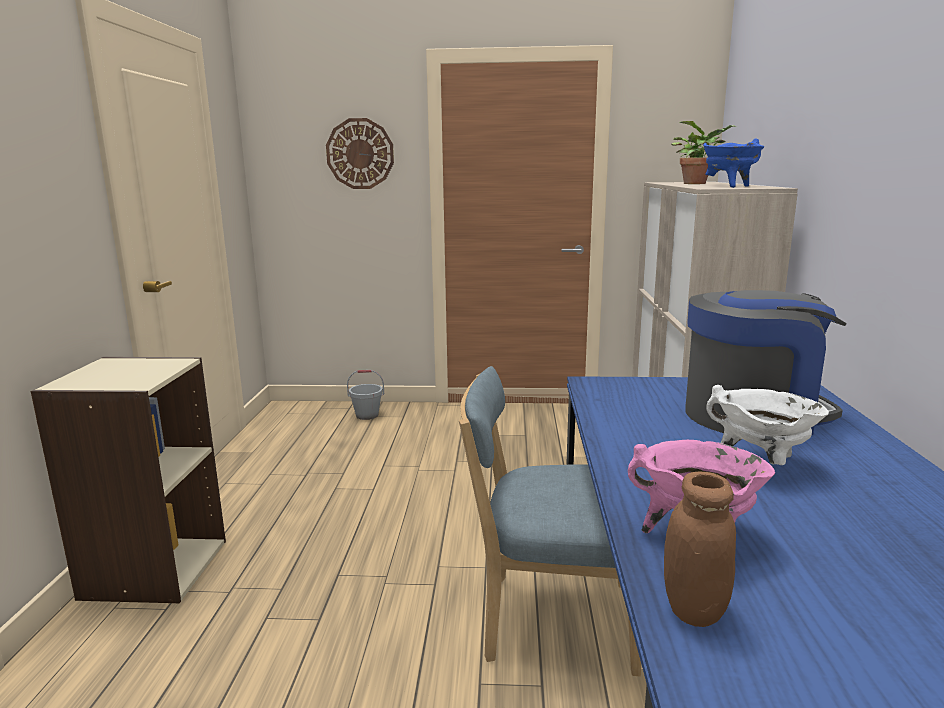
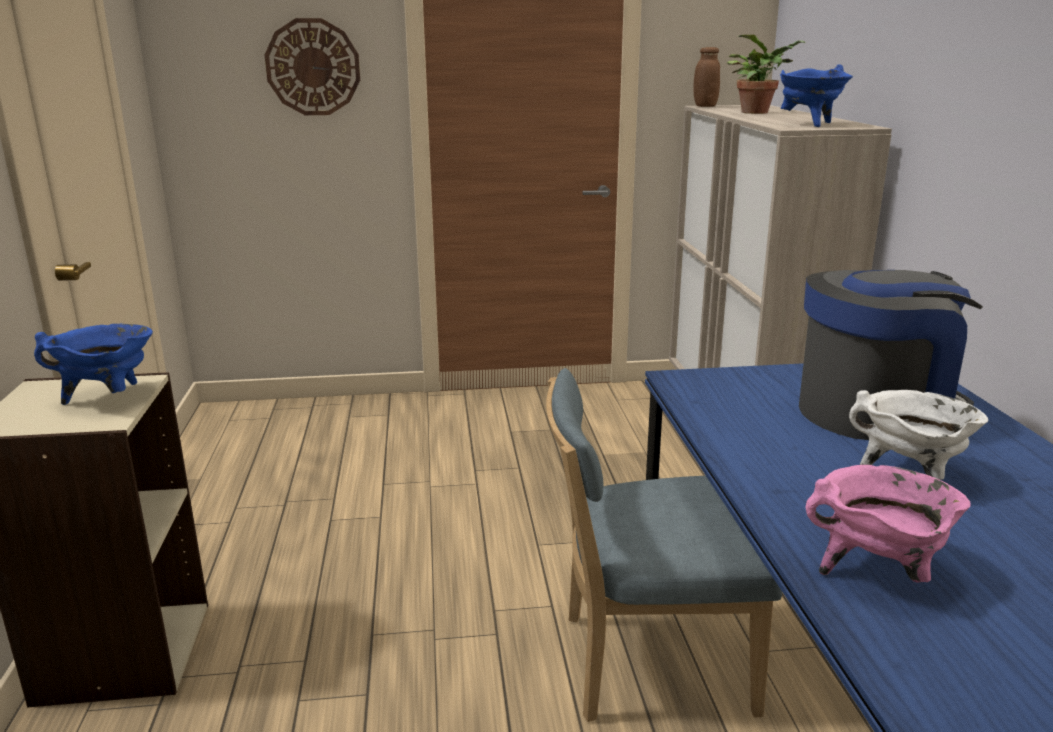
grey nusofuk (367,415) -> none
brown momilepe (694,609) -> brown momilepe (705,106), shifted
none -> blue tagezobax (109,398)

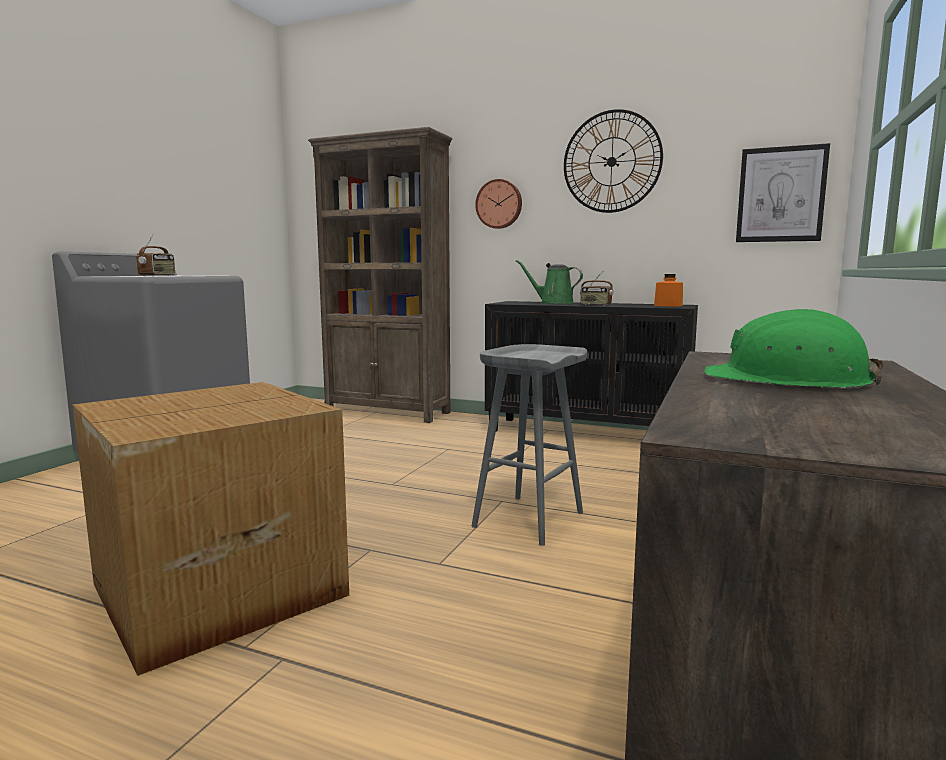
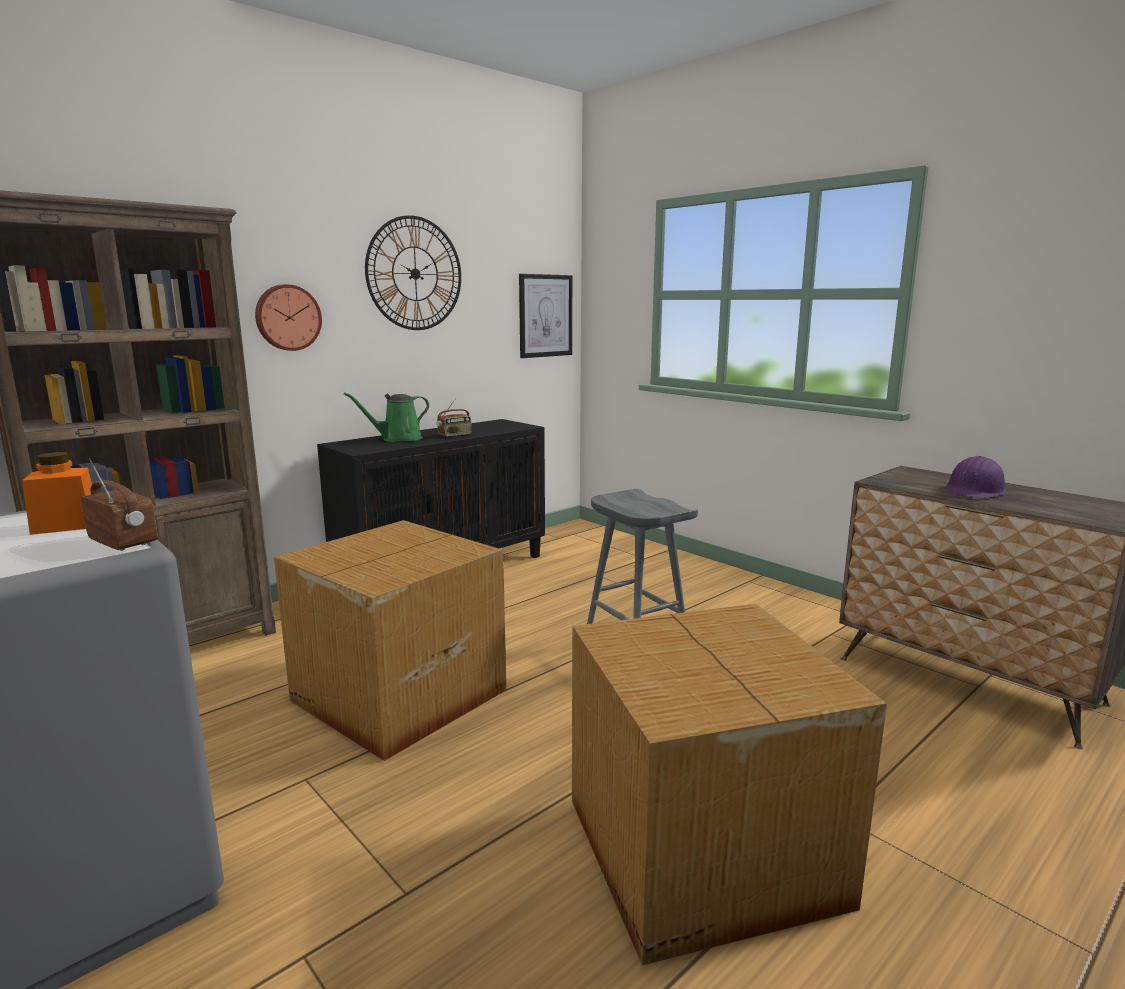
orange momilepe (668,305) -> orange momilepe (65,525), shifted
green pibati (787,380) -> purple pibati (974,490)
none -> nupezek (395,695)

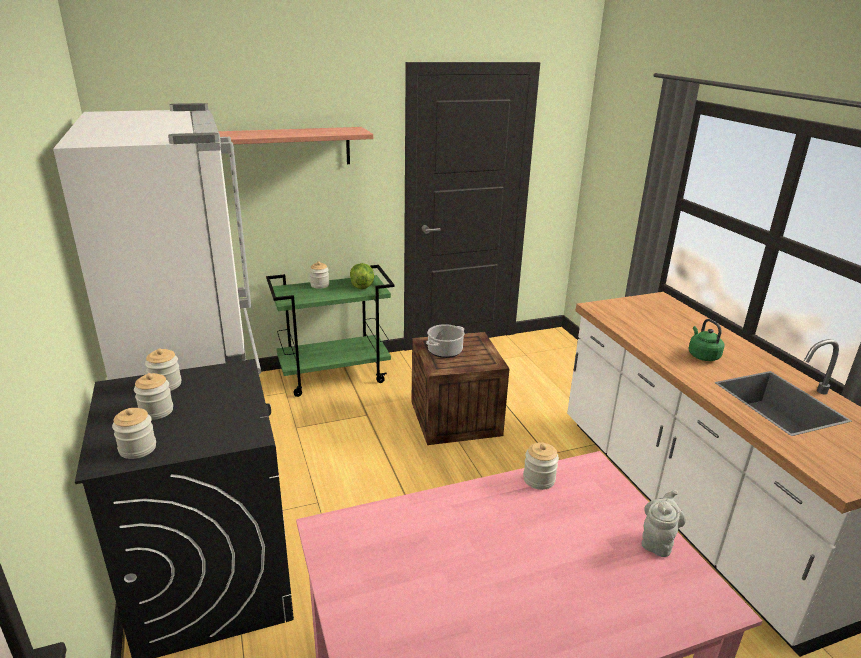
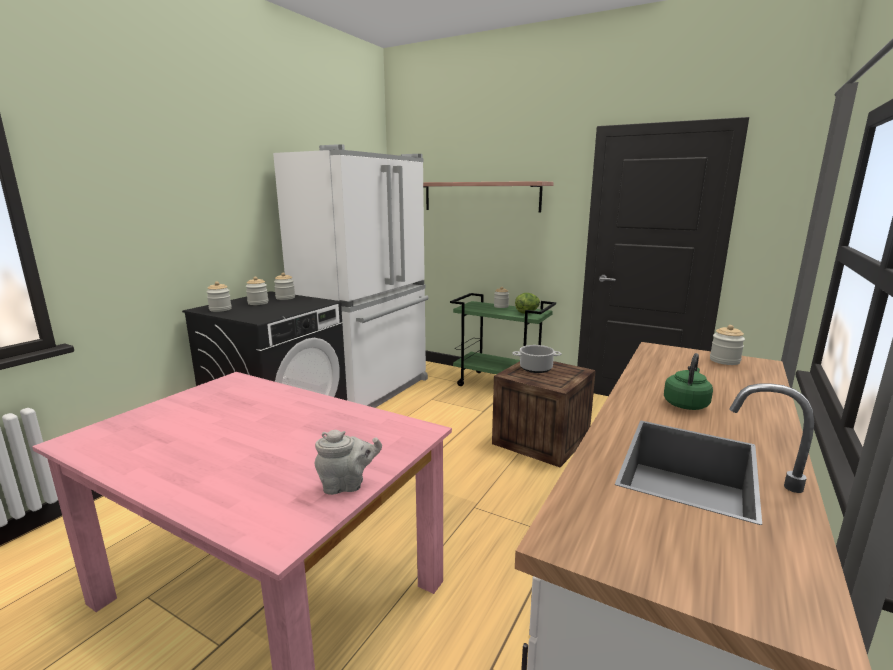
momilepe (539,479) -> momilepe (724,361), shifted

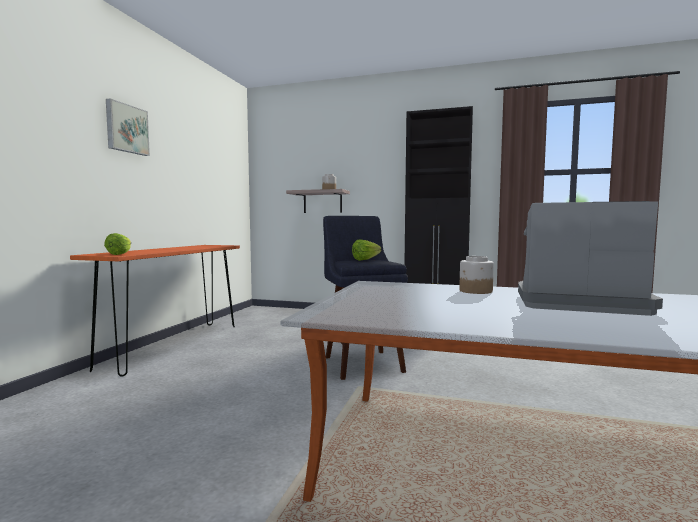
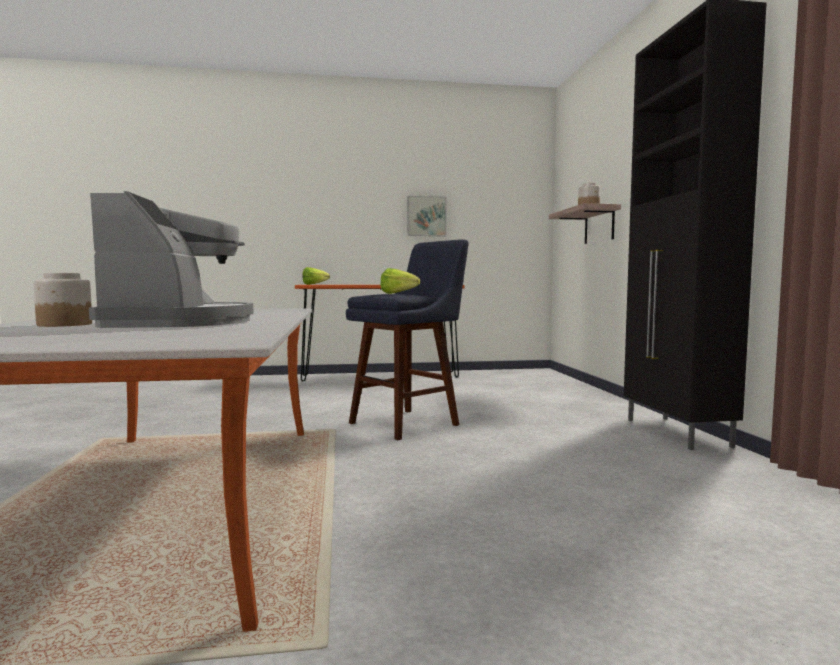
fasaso (126,129) -> fasaso (426,216), shifted
momilepe (475,291) -> momilepe (64,324), shifted

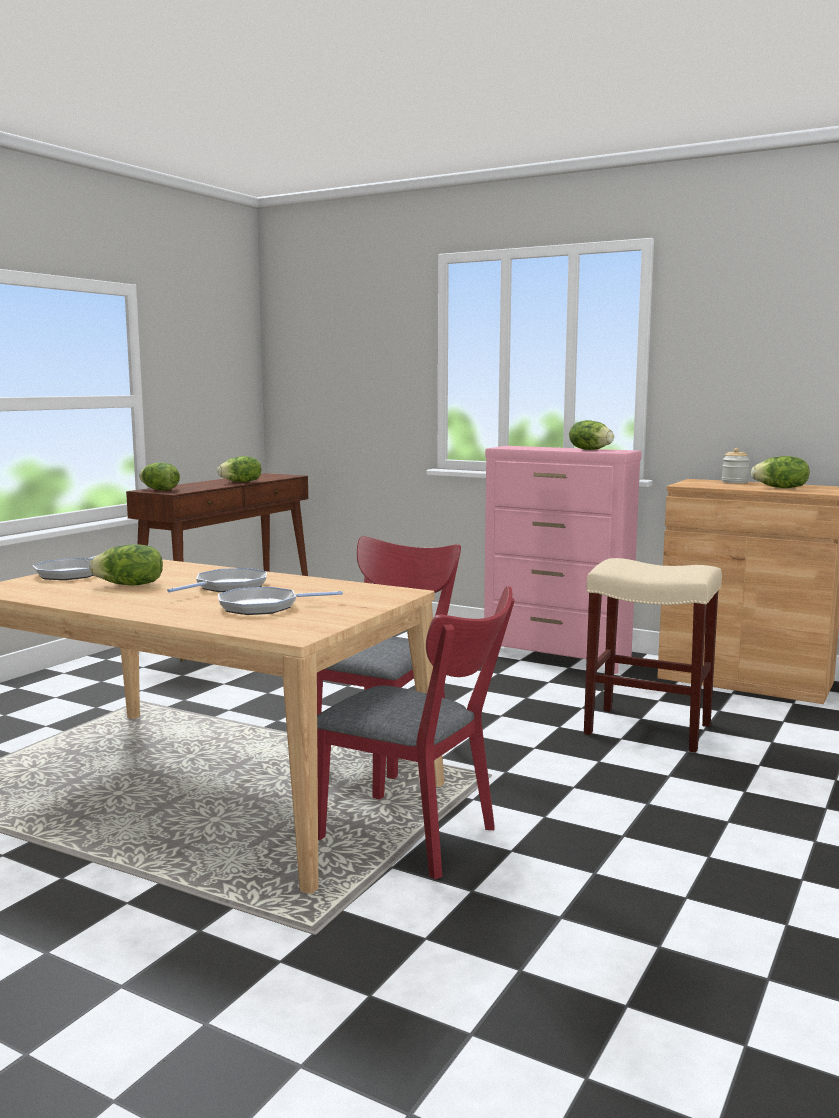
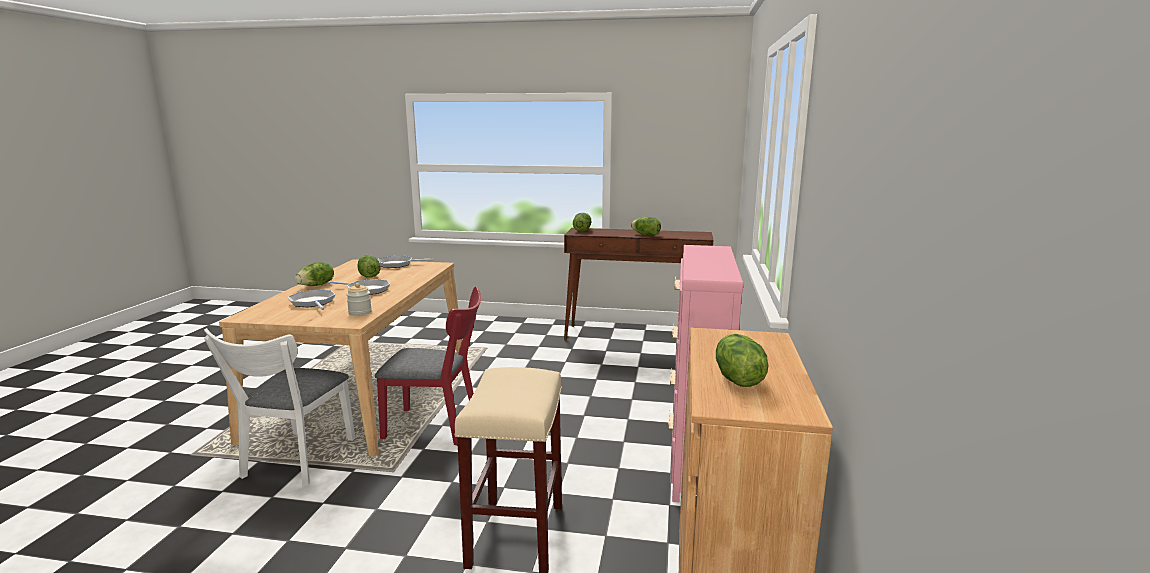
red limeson (417,837) -> white limeson (295,462)
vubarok (590,450) -> vubarok (317,285), shifted
momilepe (734,482) -> momilepe (360,312), shifted

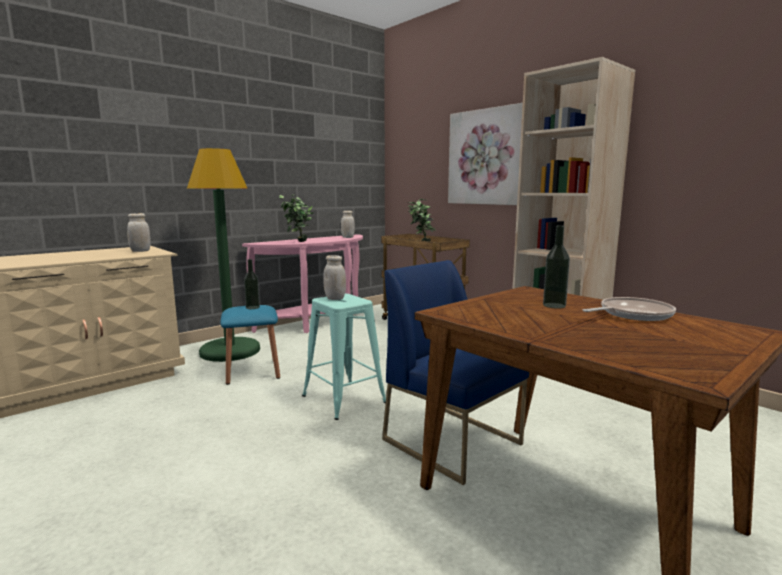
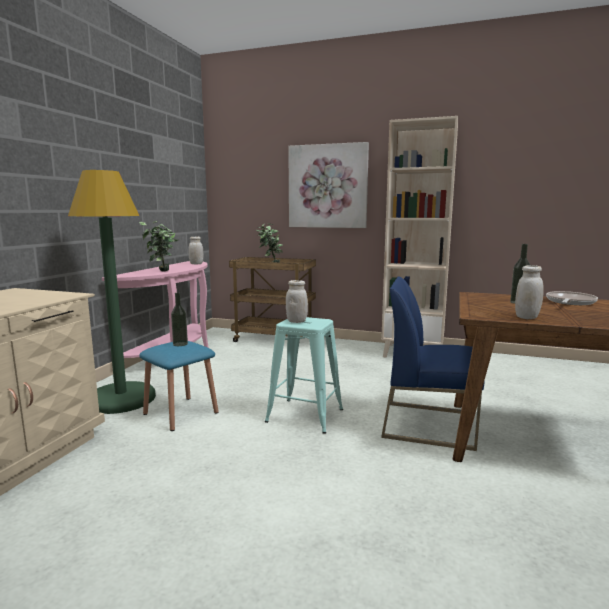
white momilepe (140,251) -> white momilepe (527,317), shifted

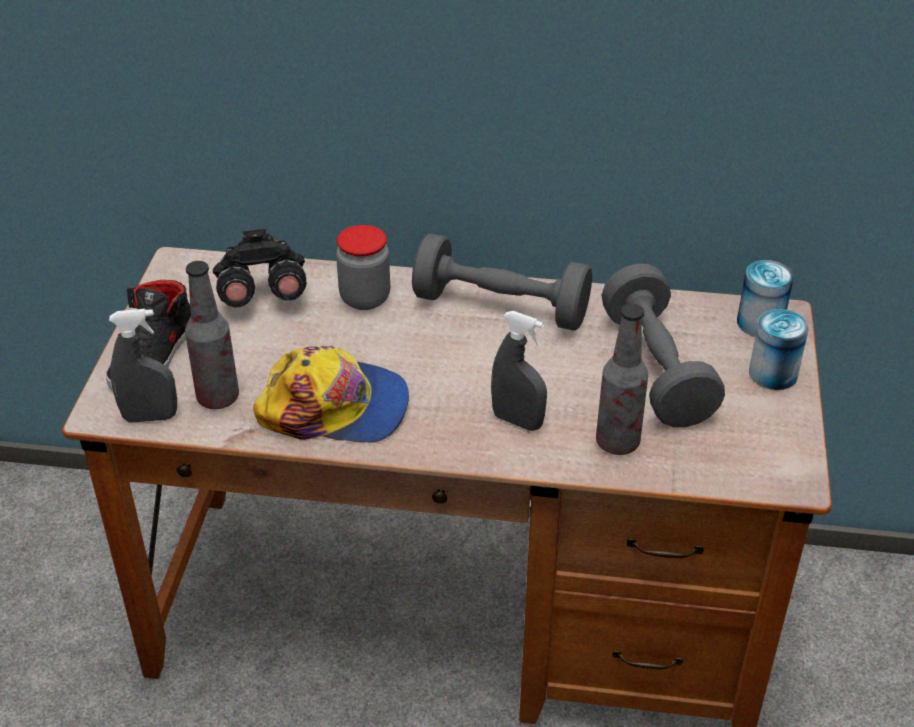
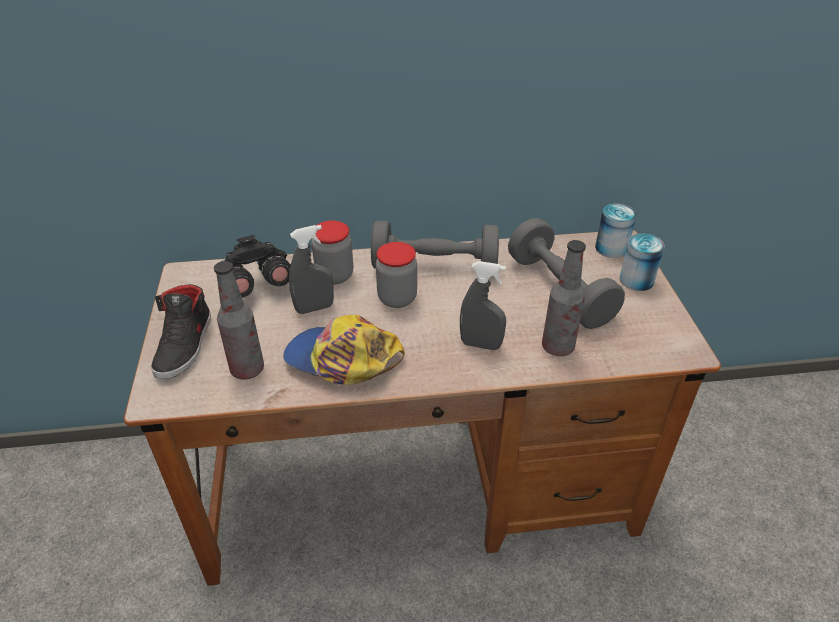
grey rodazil (150,417) -> grey rodazil (314,308), shifted
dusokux (335,407) -> dusokux (342,360), 150 degrees counterclockwise
none -> momilepe (397,298)

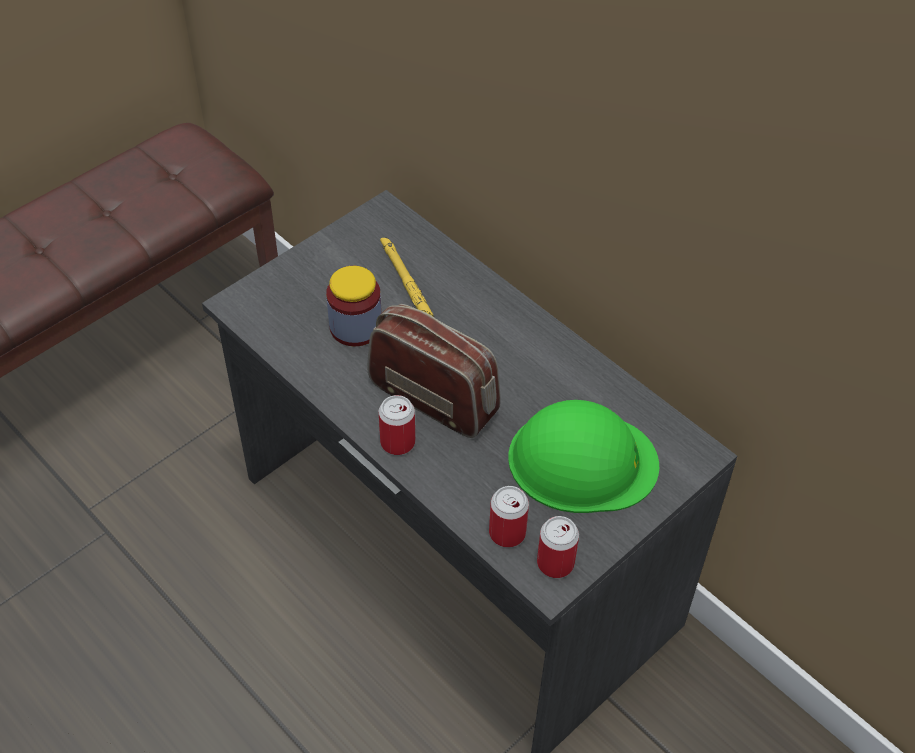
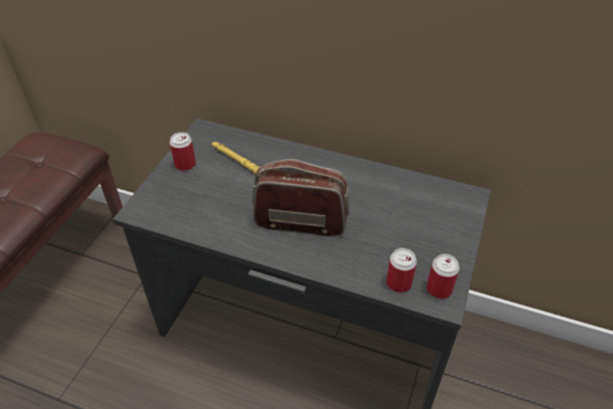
momilepe (355,327) -> none
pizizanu (397,442) -> pizizanu (185,164), shifted
green pibati (581,461) -> none

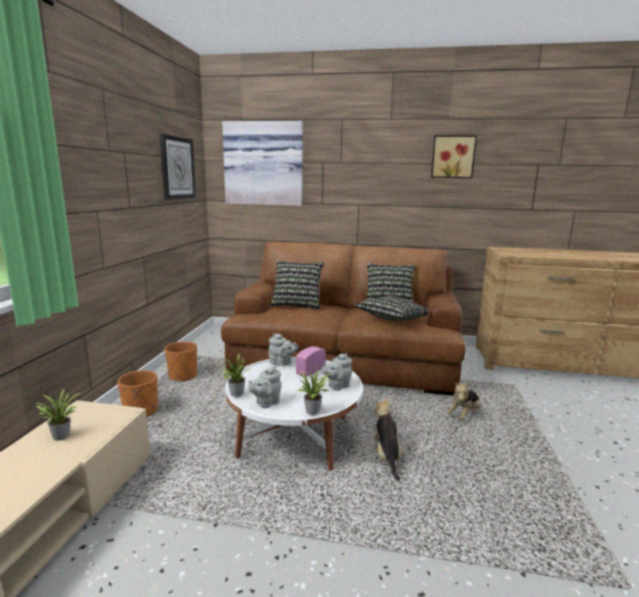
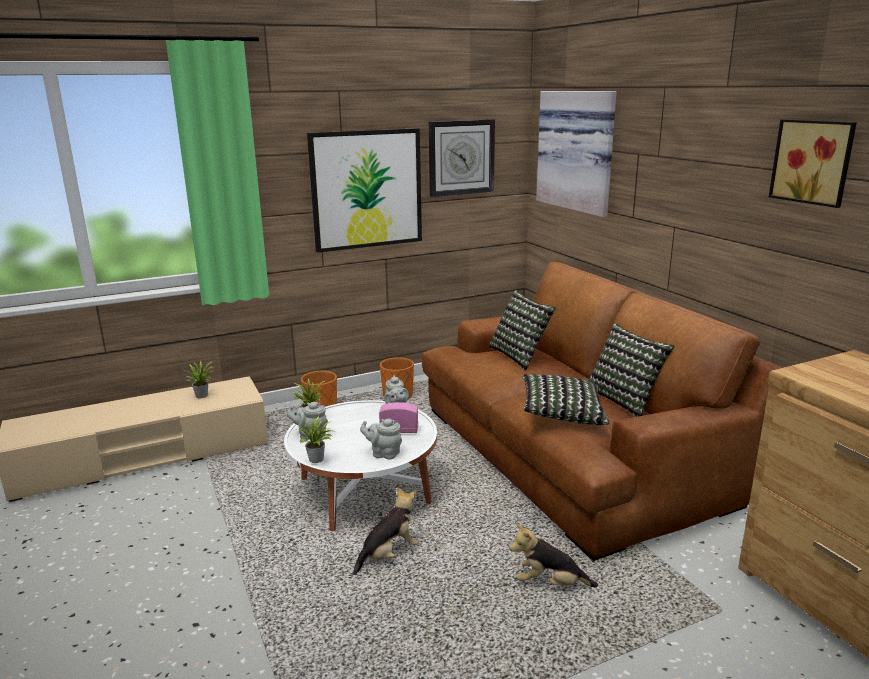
none -> fasaso (366,189)

